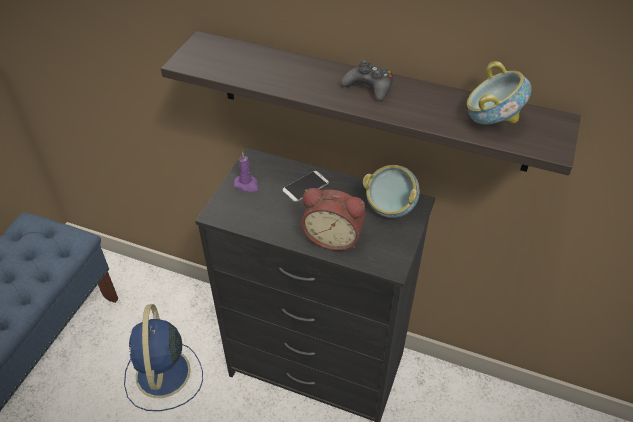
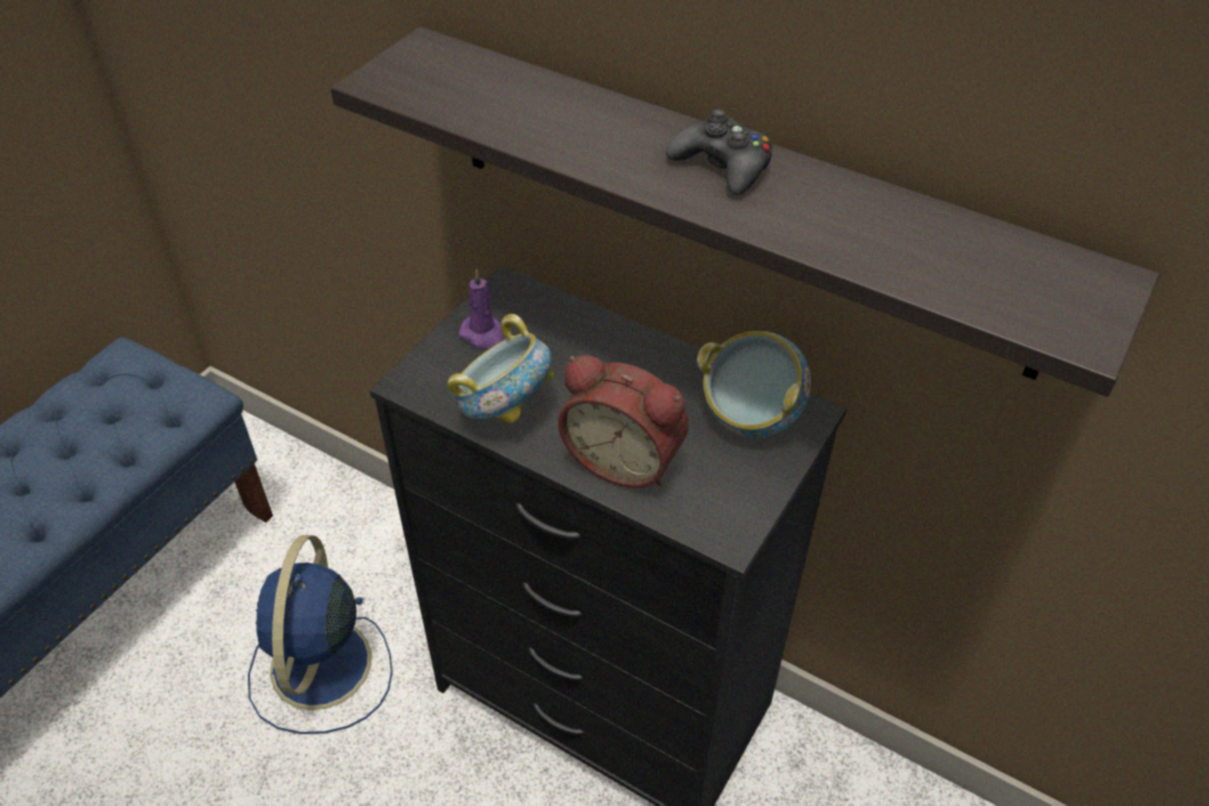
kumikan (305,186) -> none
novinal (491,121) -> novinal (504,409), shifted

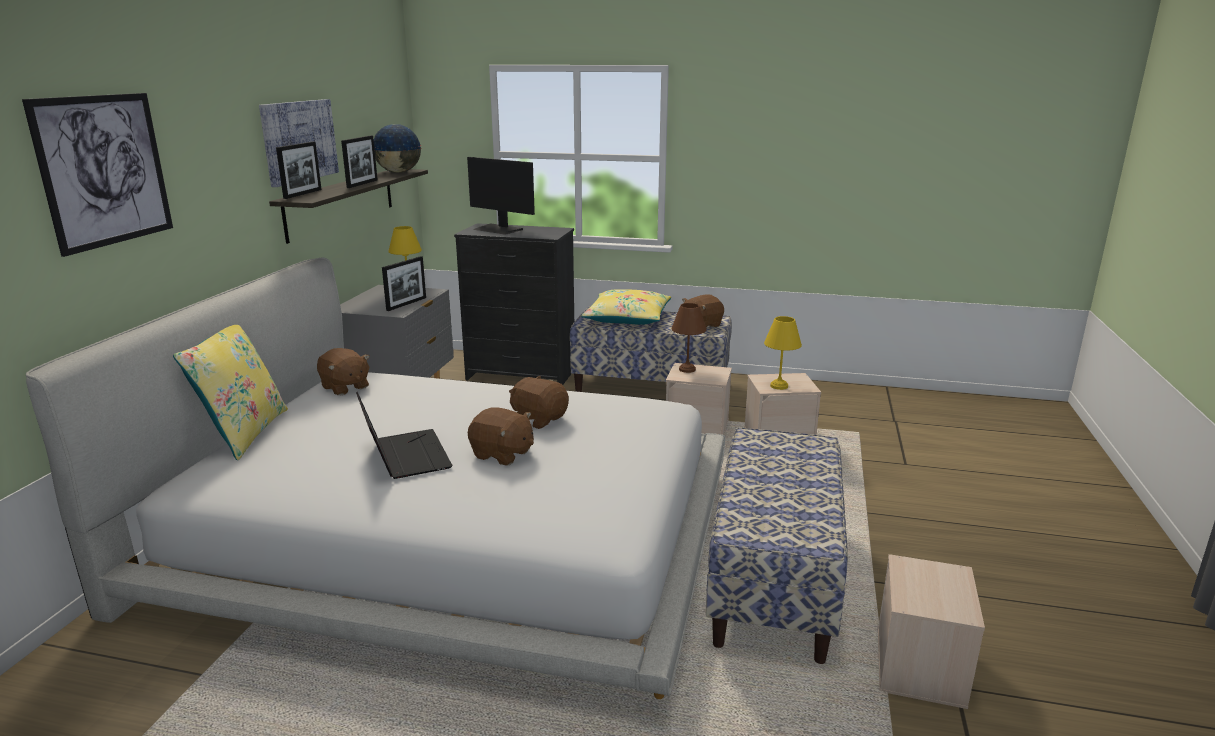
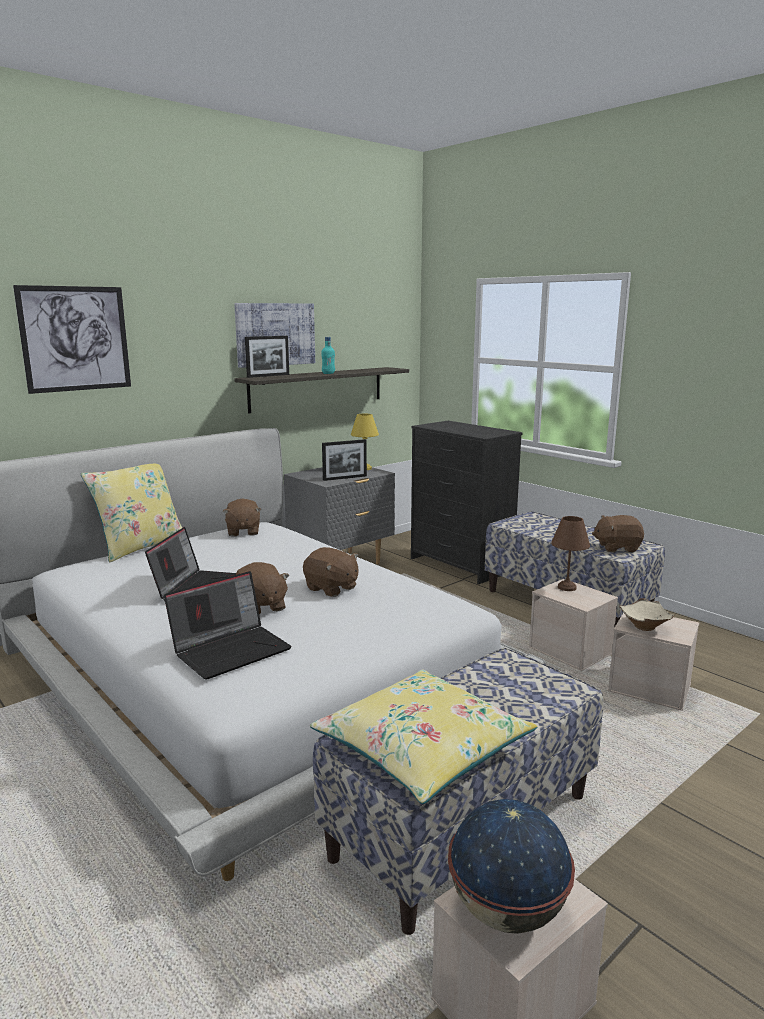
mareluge (362,184) -> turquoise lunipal (328,373)
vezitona (399,172) -> vezitona (507,911), shifted
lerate (498,229) -> none
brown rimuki (539,419) -> brown rimuki (331,588), 150 degrees clockwise
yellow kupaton (627,318) -> yellow kupaton (422,748), shifted
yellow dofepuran (778,385) -> beige novinal (646,626)
none -> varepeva (231,649)

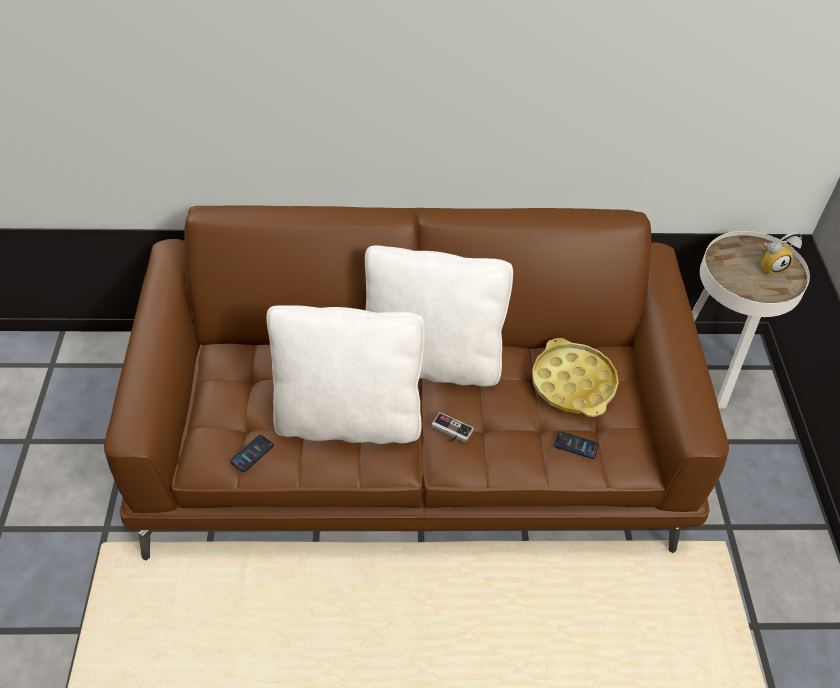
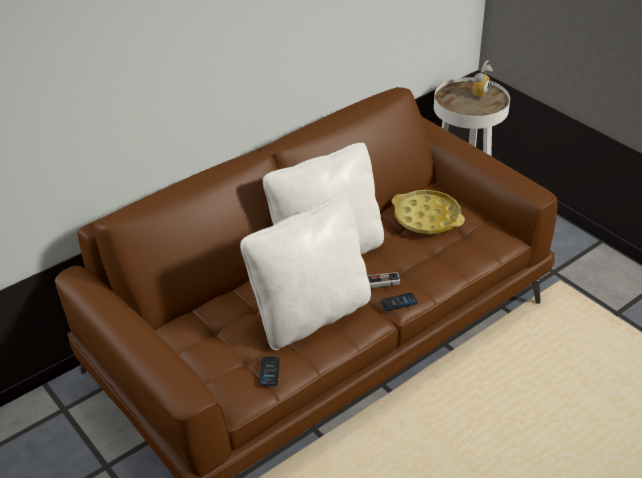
kumikan (576,445) -> kumikan (399,302), shifted

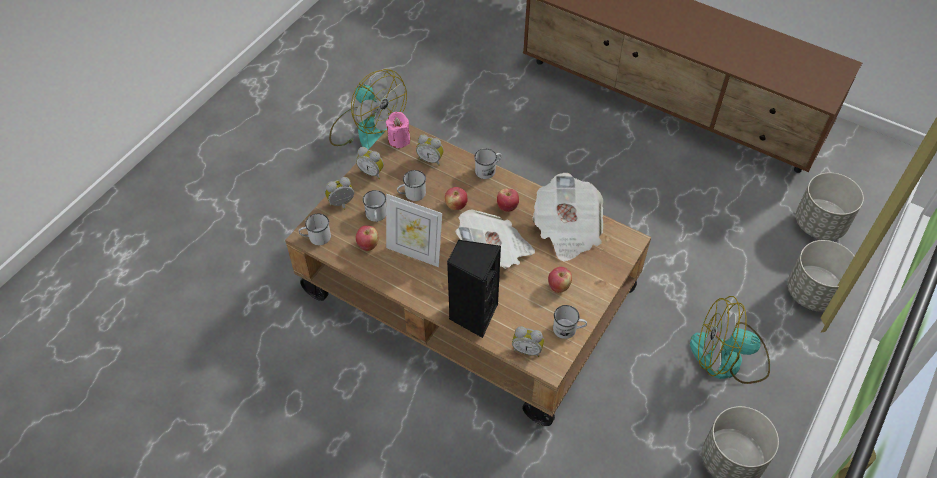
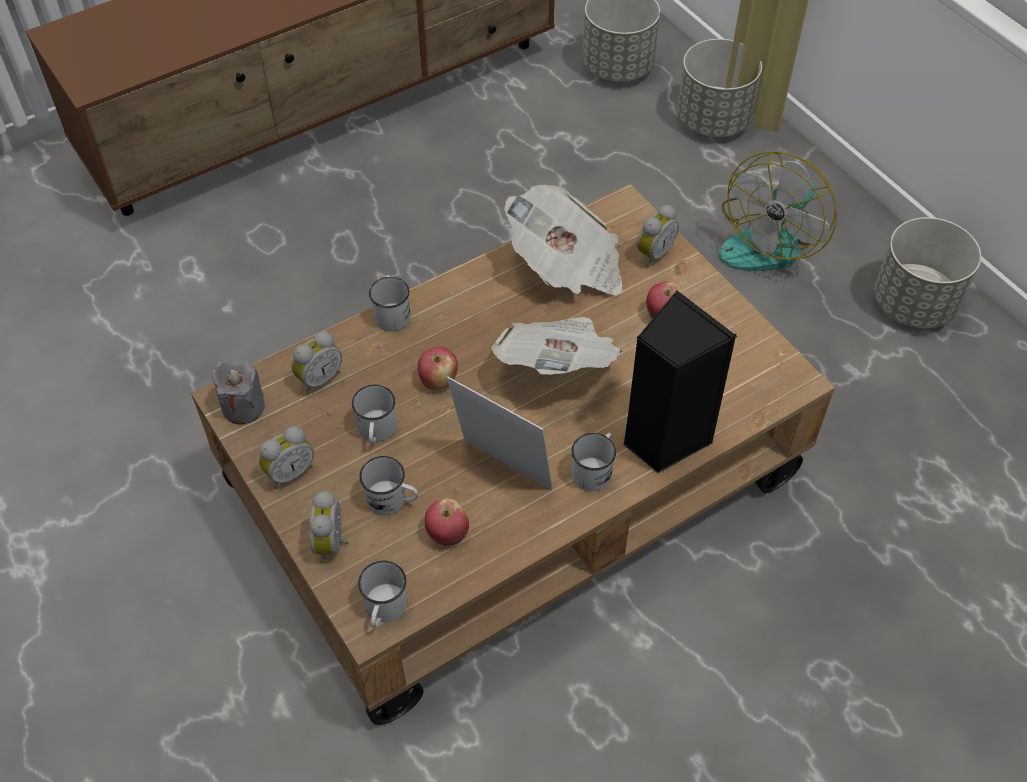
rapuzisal (367,129) -> none
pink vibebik (399,140) -> grey vibebik (243,407)
mareluge (414,252) -> mareluge (502,472), 105 degrees counterclockwise
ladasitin (507,207) -> none
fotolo (527,349) -> fotolo (652,253), shifted
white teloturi (568,329) -> white teloturi (595,470), shifted

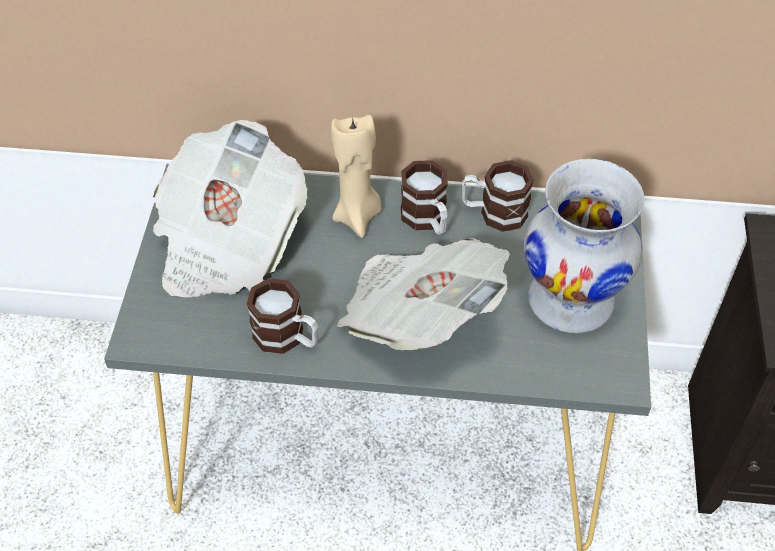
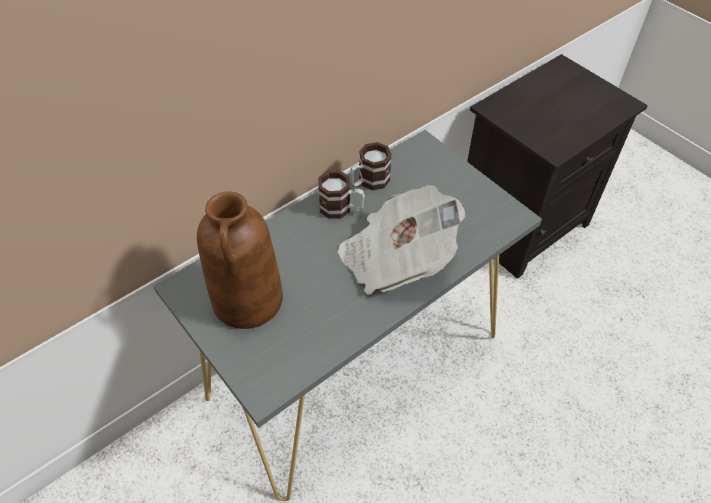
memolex (227,242) -> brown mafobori (248,301)
teloturi (287,338) -> none
beige vibebik (358,216) -> none
white mafobori (572,299) -> none

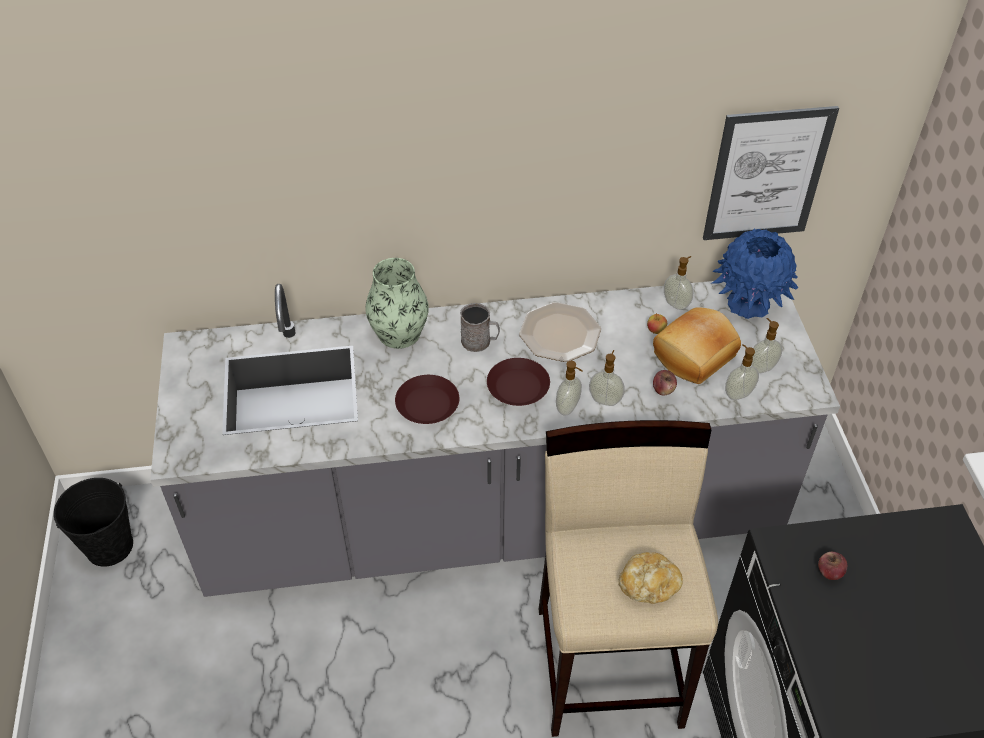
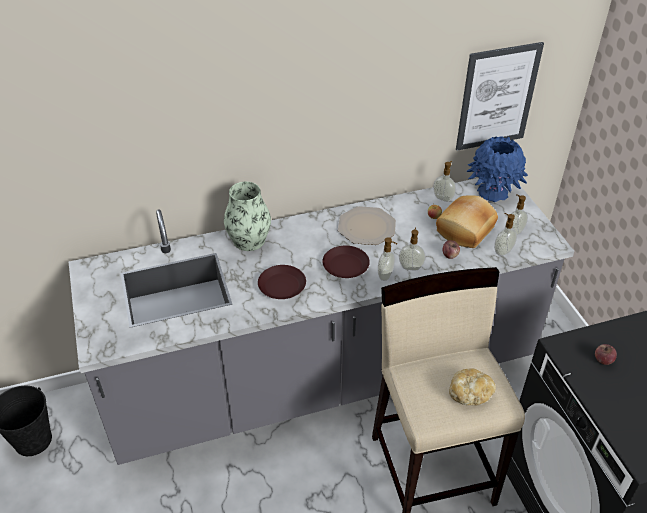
grey teloturi (480,342) -> none

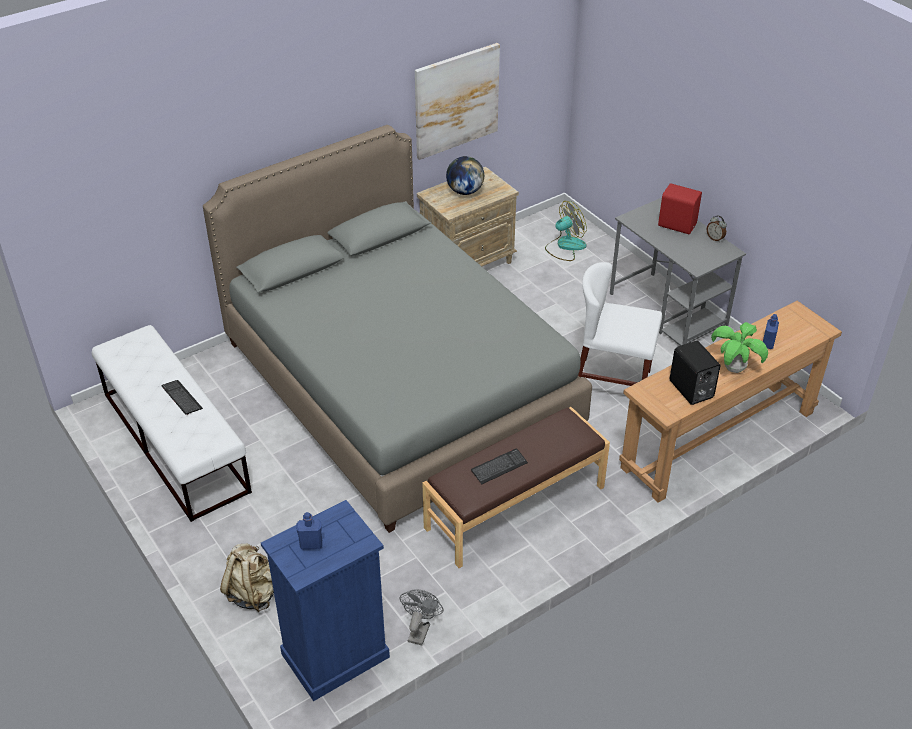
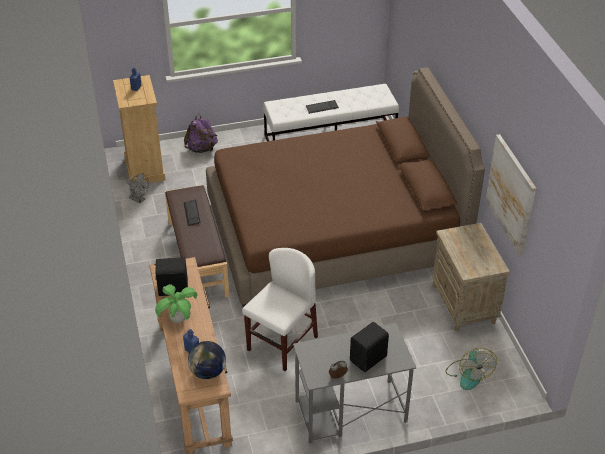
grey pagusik (399,386) -> brown pagusik (334,234)
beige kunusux (253,593) -> purple kunusux (202,149)
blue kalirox (335,656) -> beige kalirox (144,168)
vezitona (465,191) -> vezitona (208,372), shifted
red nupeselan (676,224) -> black nupeselan (369,359)

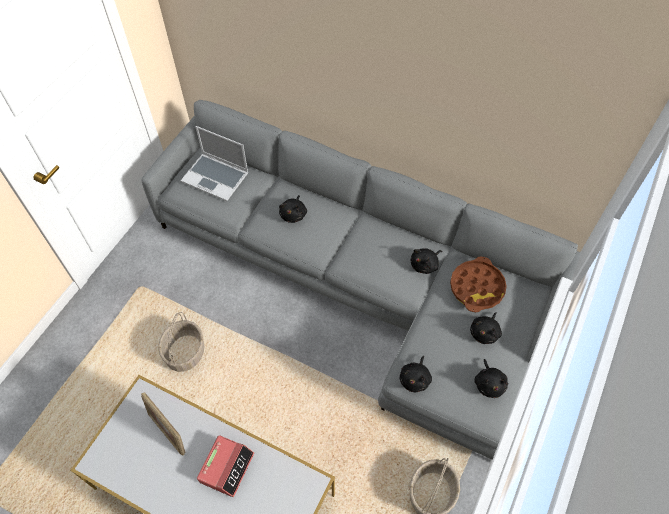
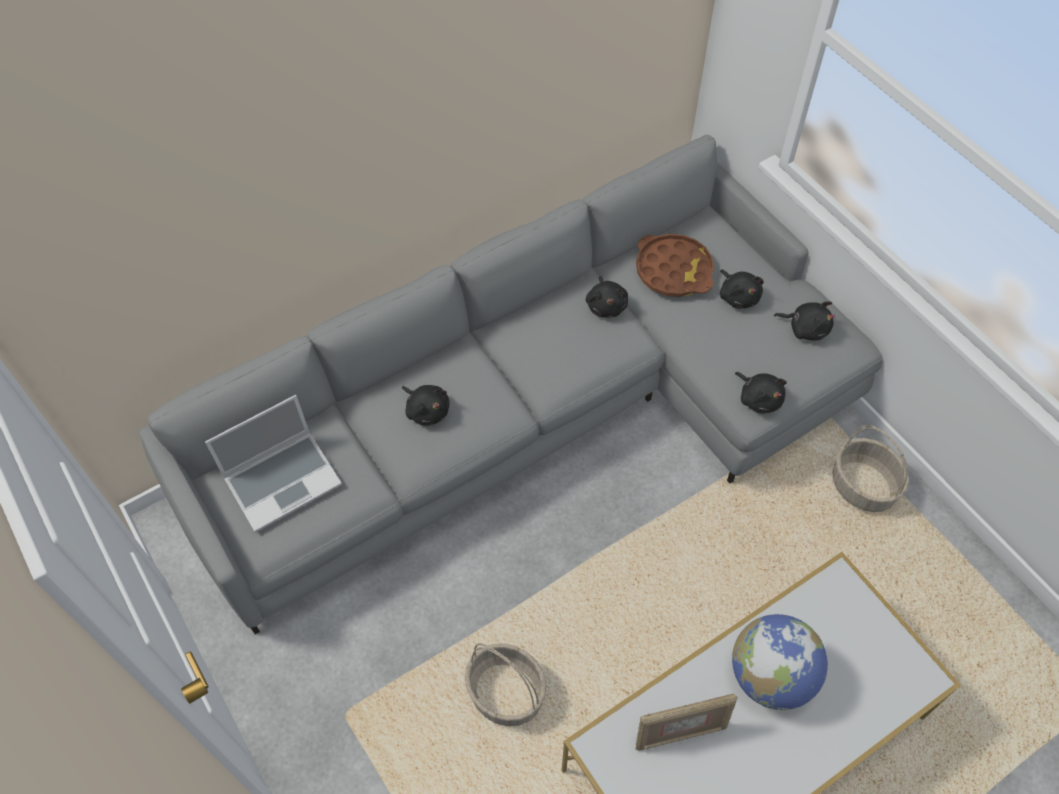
fotolo (226,467) -> vezitona (770,676)

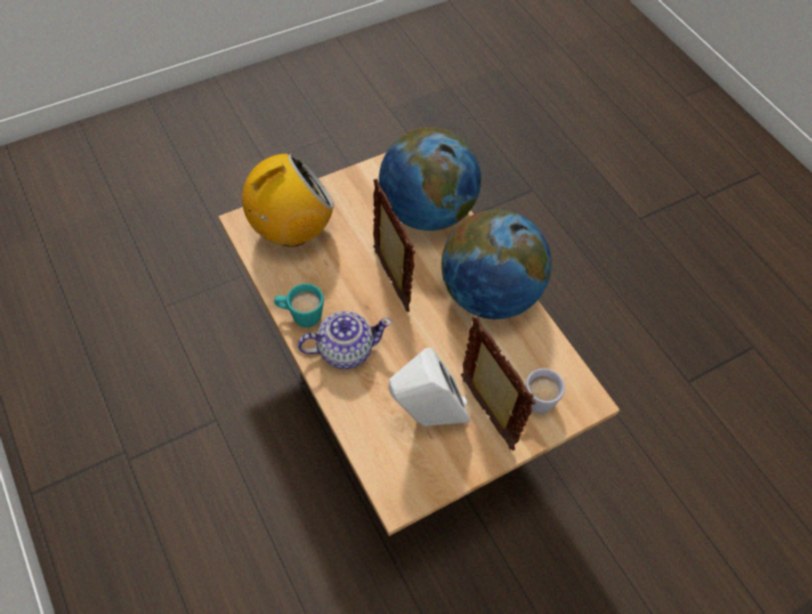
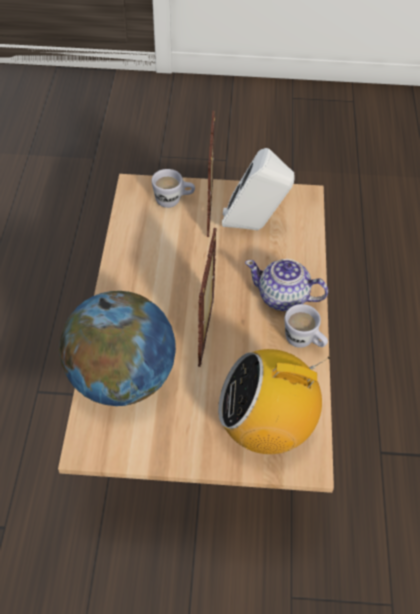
turquoise teloturi (300,316) -> white teloturi (304,342)
vezitona (489,294) -> none

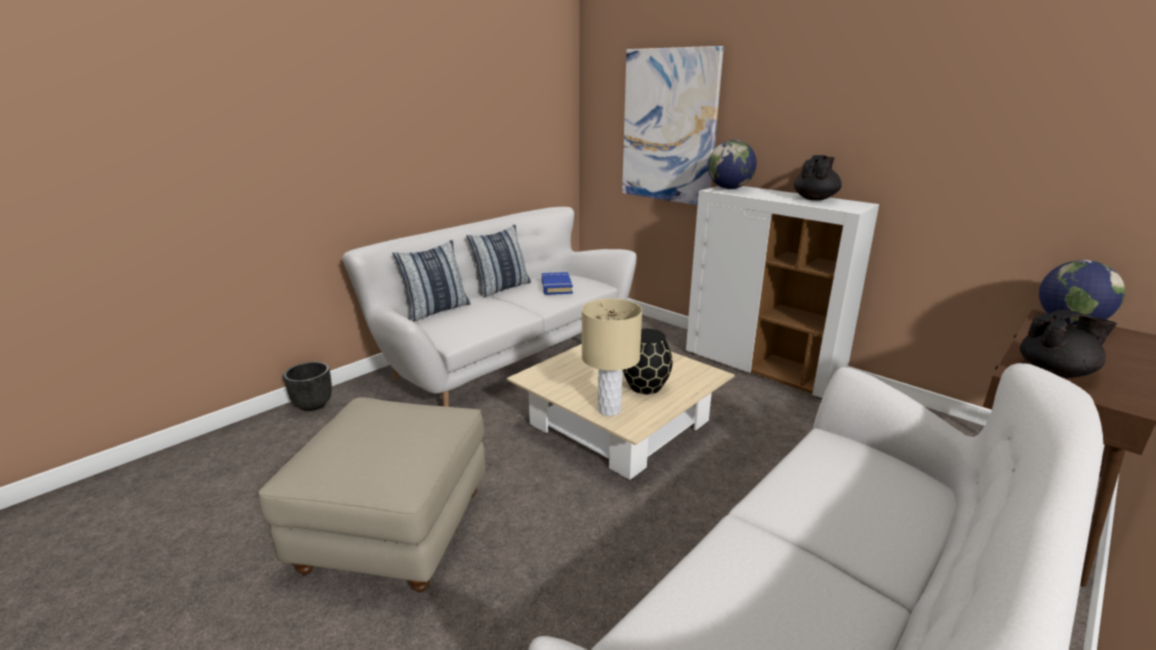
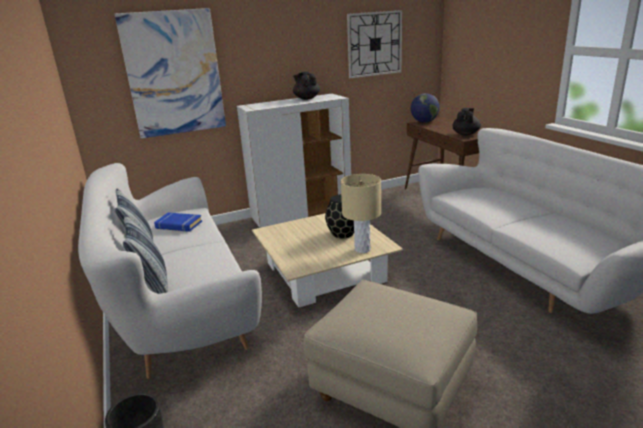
vezitona (729,188) -> none
none -> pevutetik (374,44)

